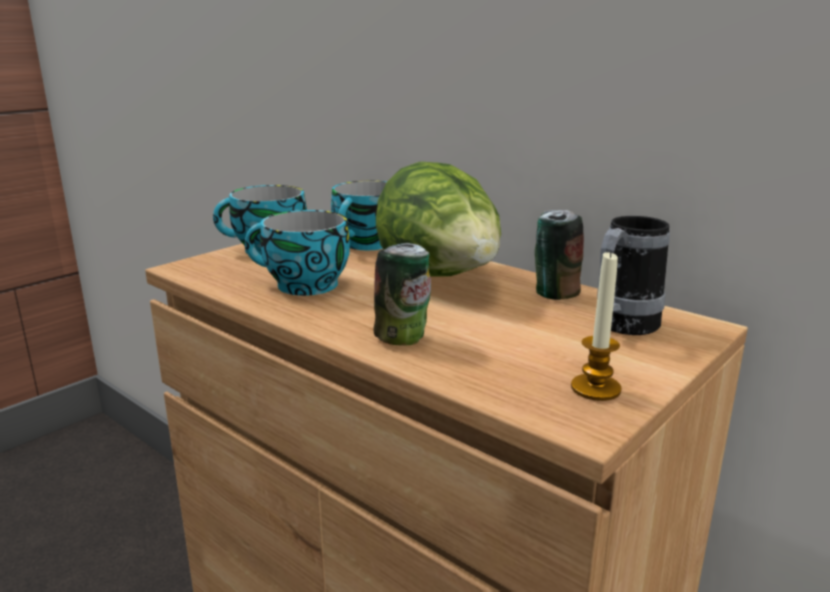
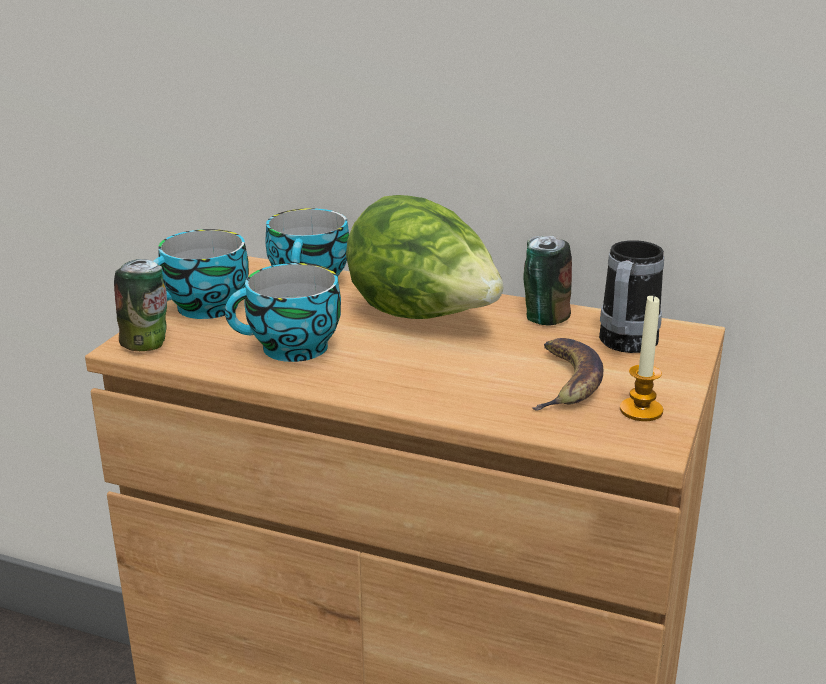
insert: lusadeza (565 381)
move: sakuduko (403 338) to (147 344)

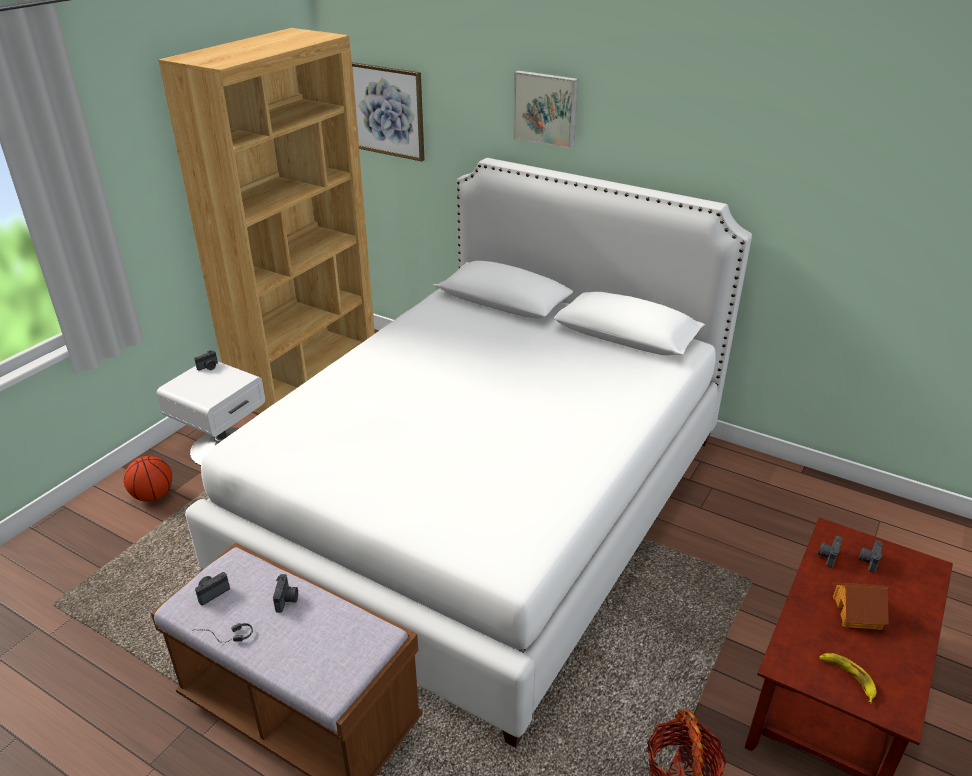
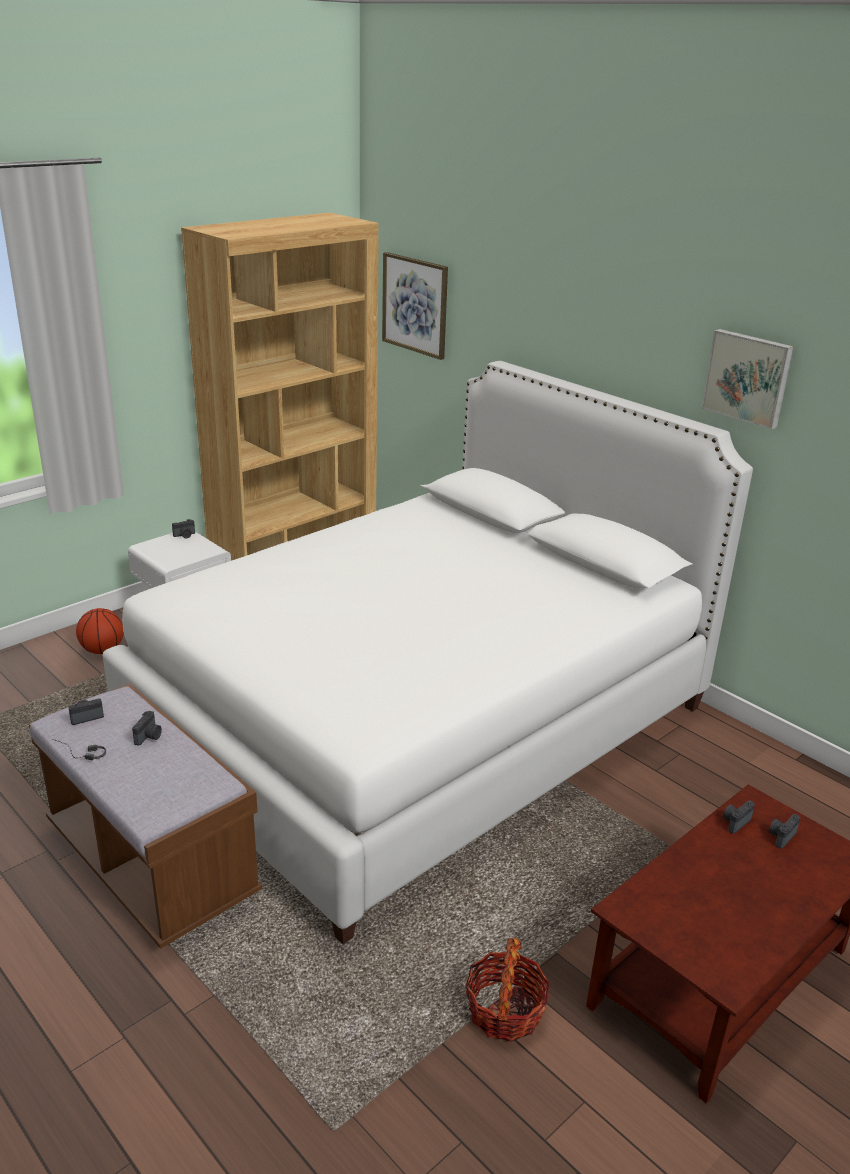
delete: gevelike (857 612); lusadeza (847 677)
move: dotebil (546 108) to (748 377)

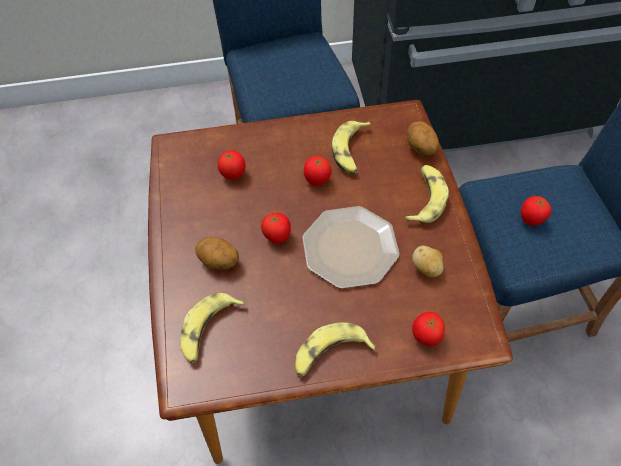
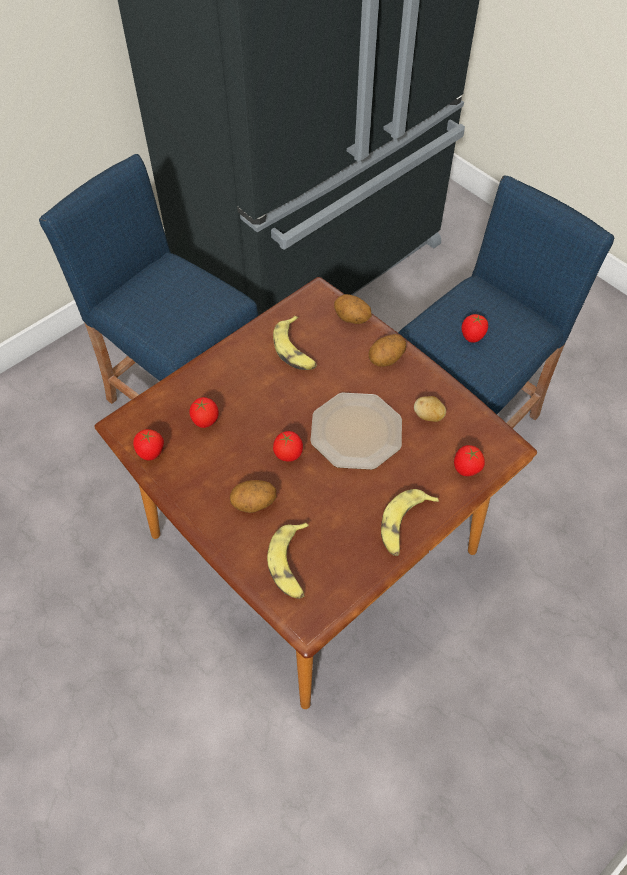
move: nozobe (317 180) to (151 454)
replace: lusadeza (425 198) to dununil (386 359)

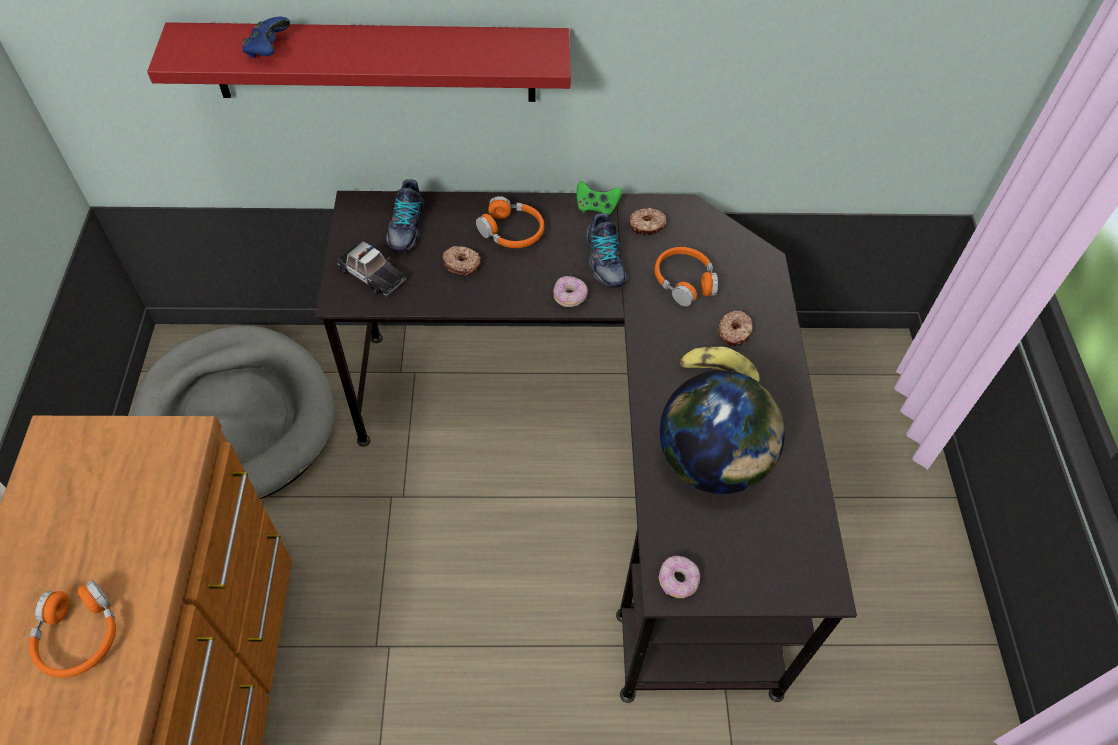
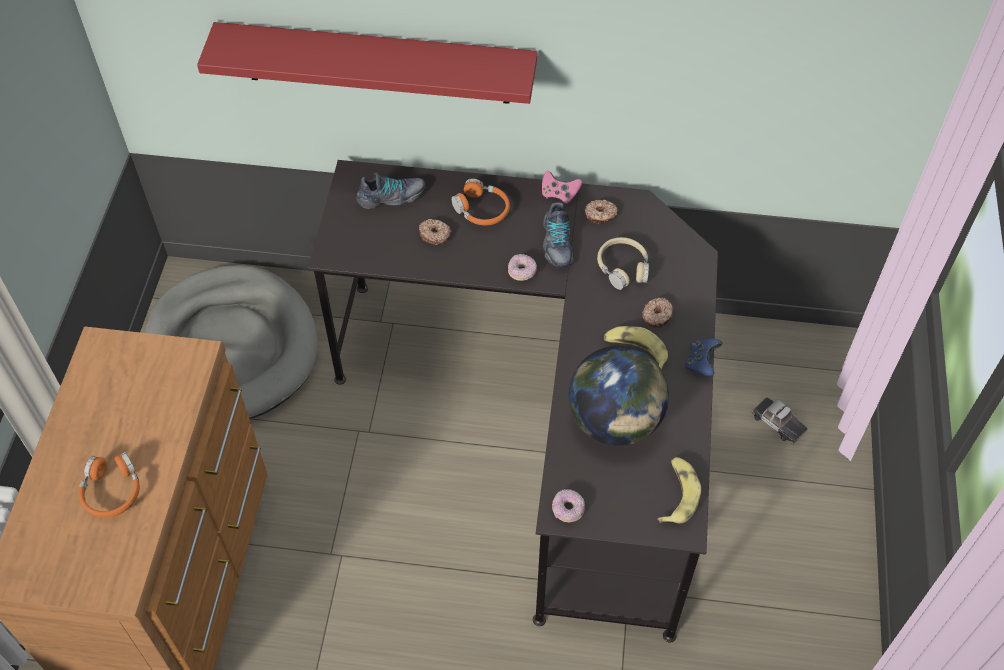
insert: lusadeza (677 494)
move: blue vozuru (268 49) to (701 362); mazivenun (371 274) to (778 423)
recolor: green vozuru (596 207) to pink vozuru (559 194); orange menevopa (684 281) to beige menevopa (623 267)
rotate: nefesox (405 227) = (392 197) 120 degrees counterclockwise

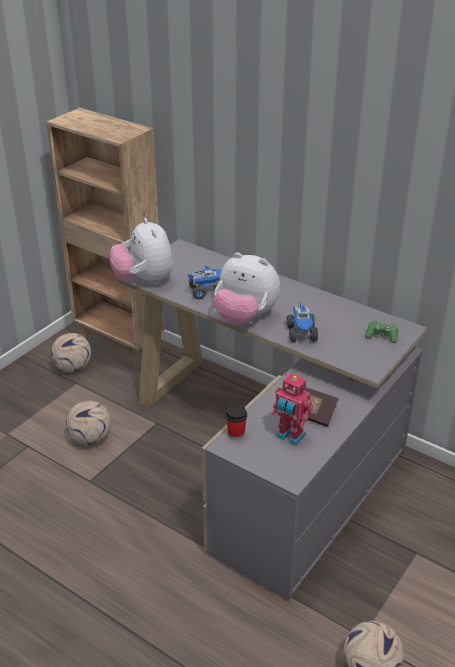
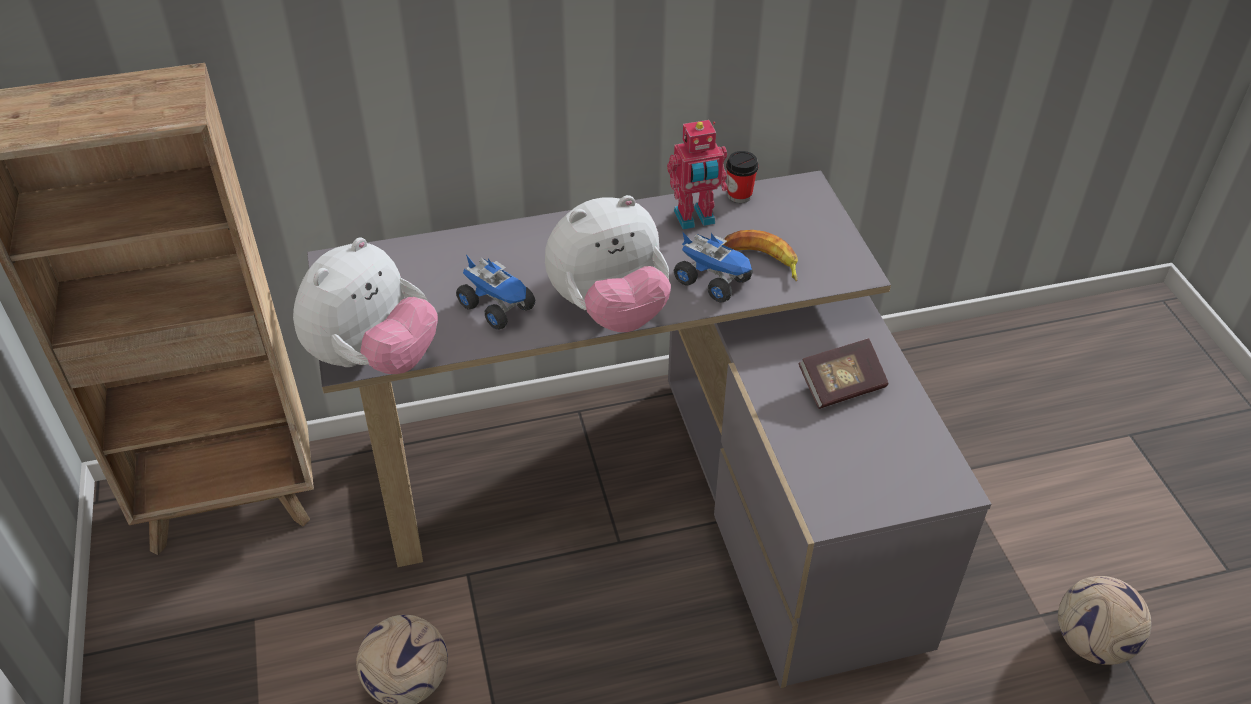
delete: green vozuru (381 336); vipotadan (72 368)
insert: lusadeza (761 260)
move: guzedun (290 436) to (695 219); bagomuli (236 433) to (739 195)
rotate: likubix (144 280) = (373 358) 75 degrees counterclockwise; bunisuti (208 291) = (498 307) 105 degrees clockwise

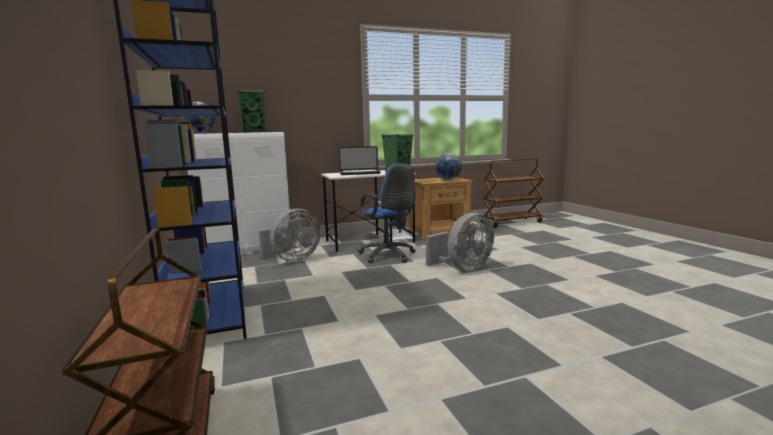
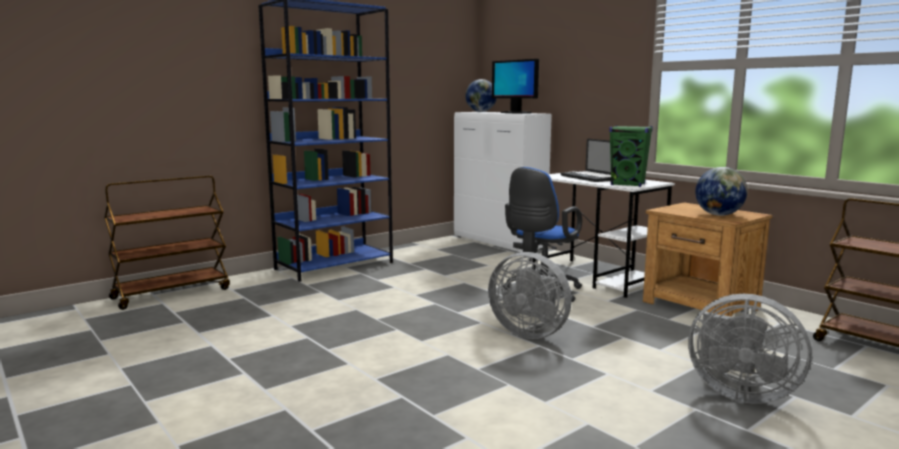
move: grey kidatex (292 259) to (738 393)
replace: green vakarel (254 132) to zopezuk (515 113)

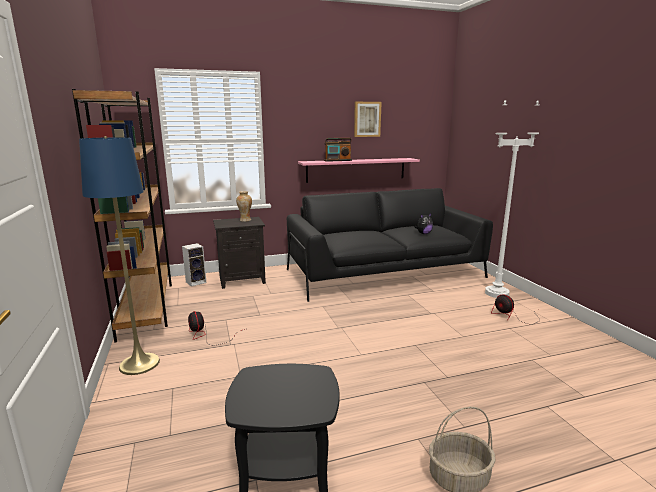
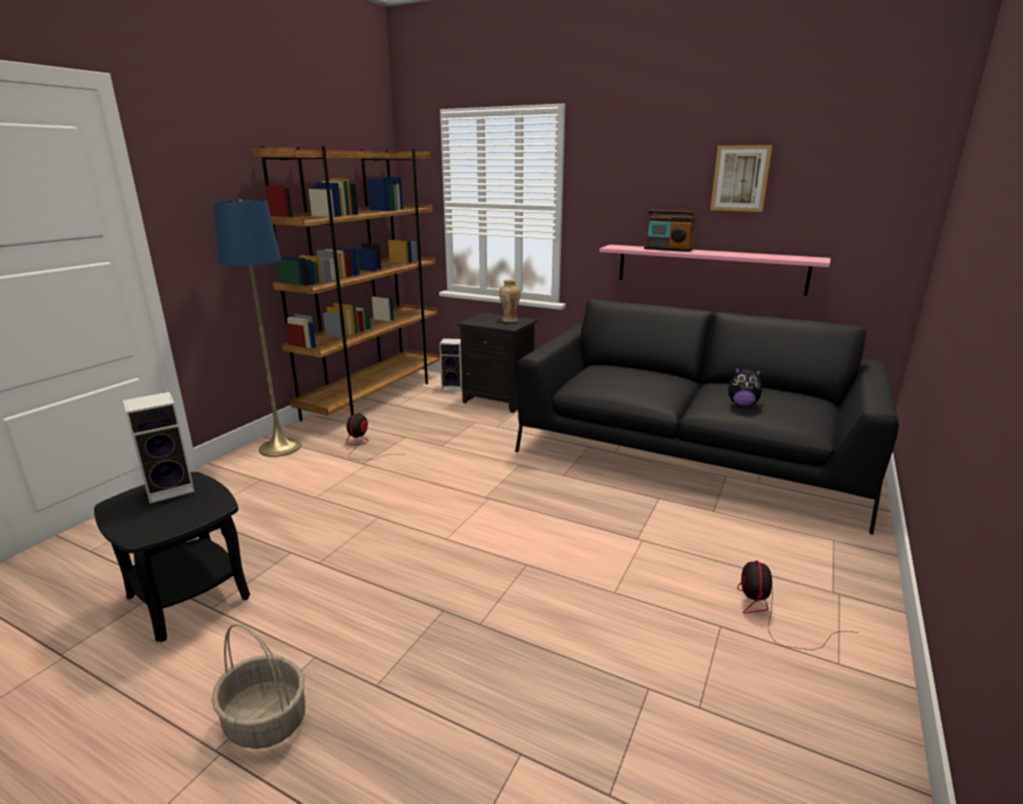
delete: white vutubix (497 293)
insert: vakarel (172 489)

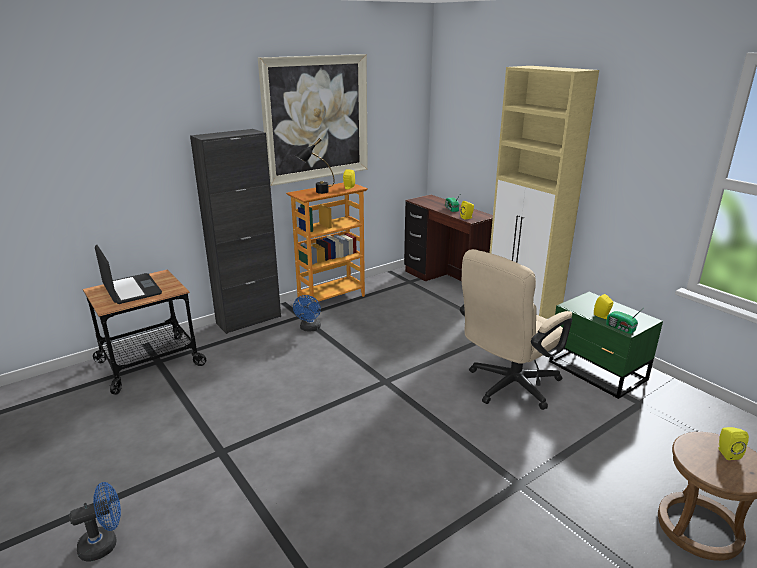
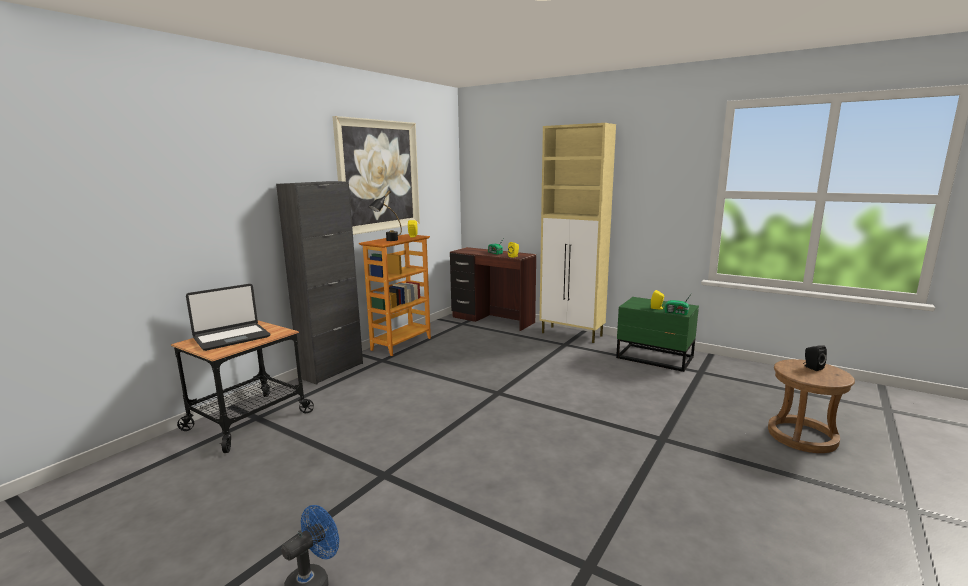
delete: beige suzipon (507 387); blue kidatex (309 329)
recolor: yellow vakarel (726 453) to black vakarel (812 367)
rotate: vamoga (131 290) = (232 338) 105 degrees clockwise

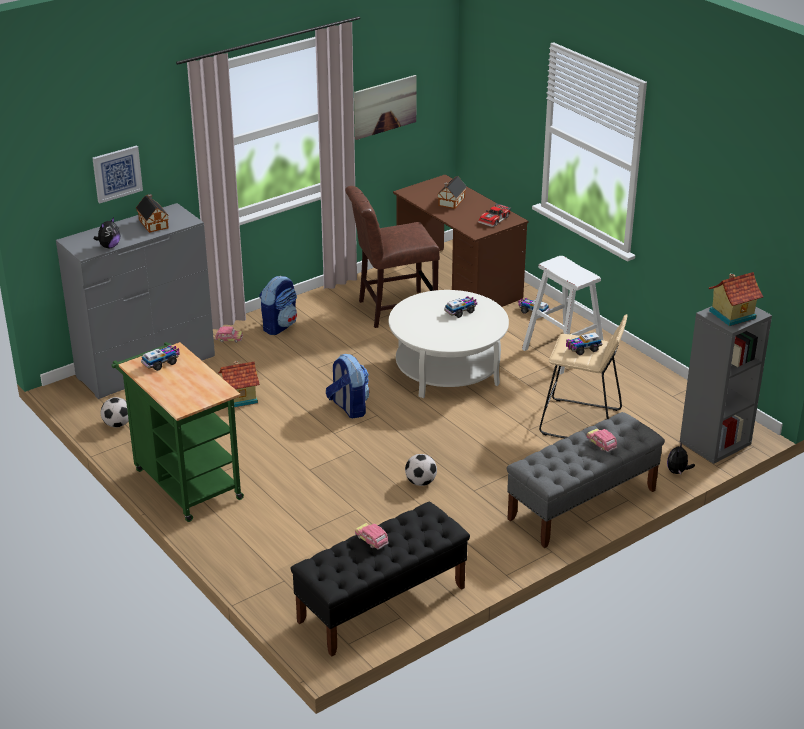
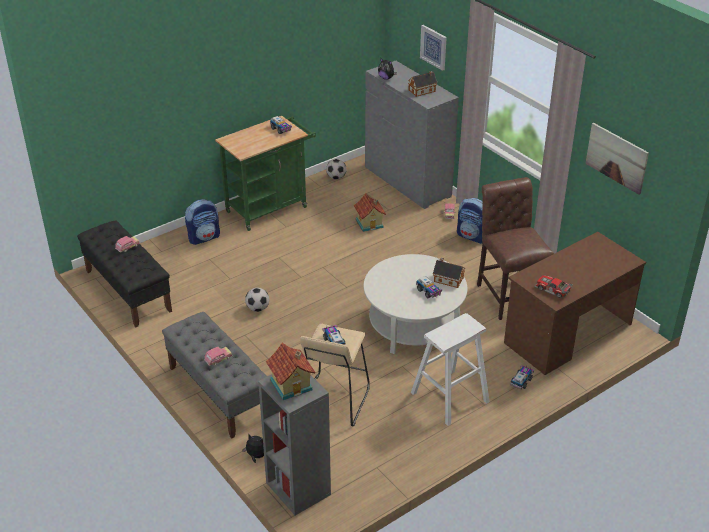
move: gevelike (450 202) to (447 279); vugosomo (348 408) to (204 237)

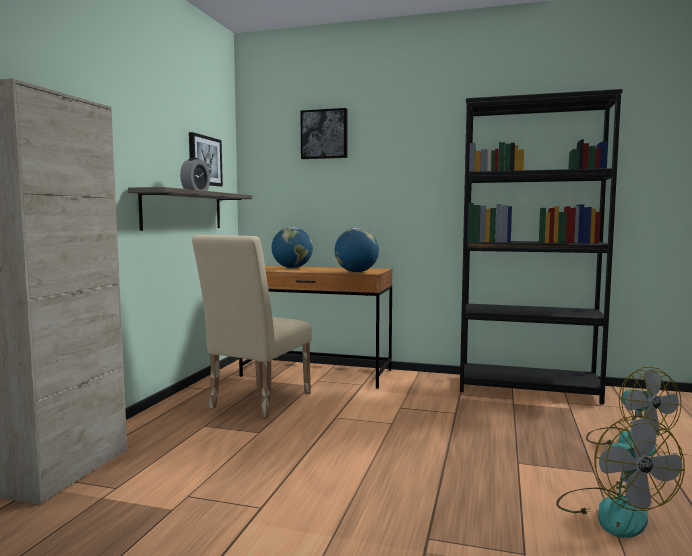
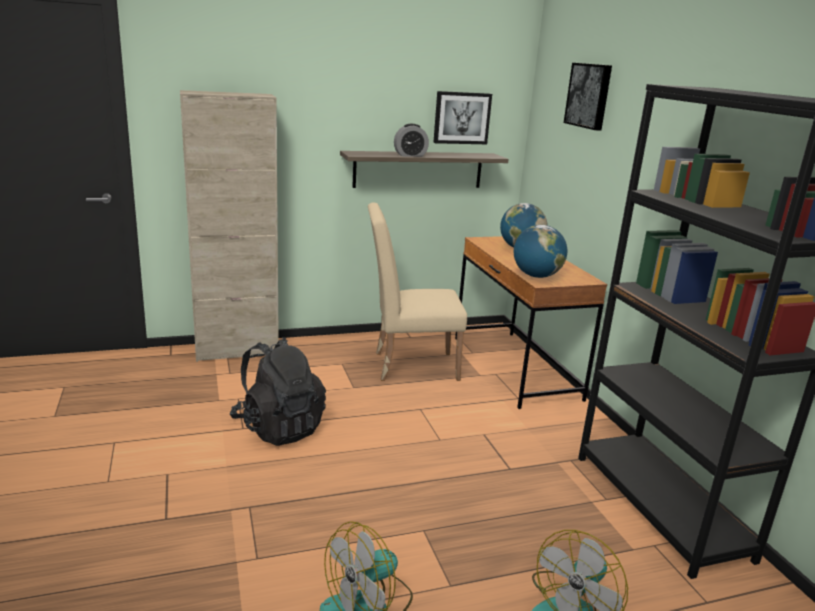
insert: black vugosomo (278 428)

